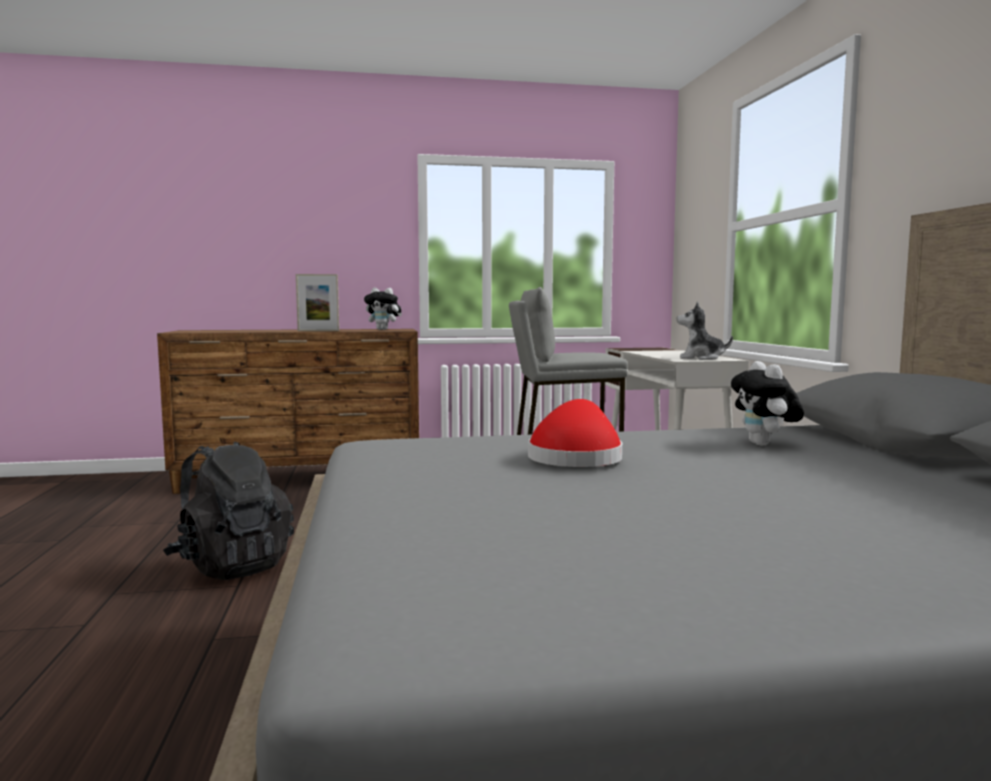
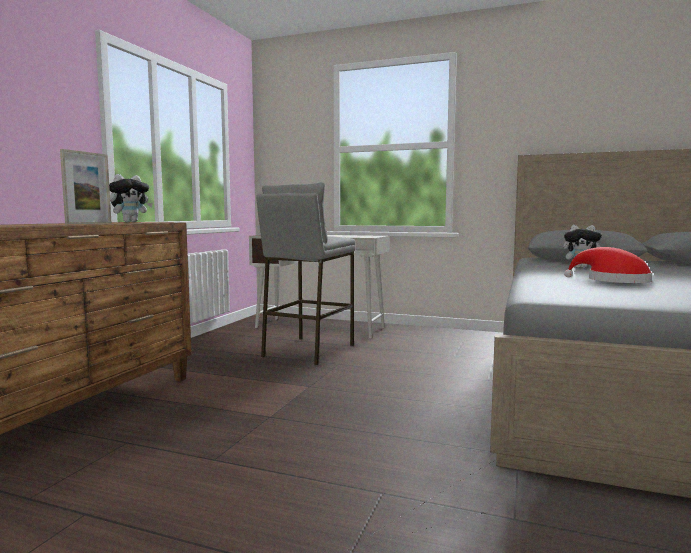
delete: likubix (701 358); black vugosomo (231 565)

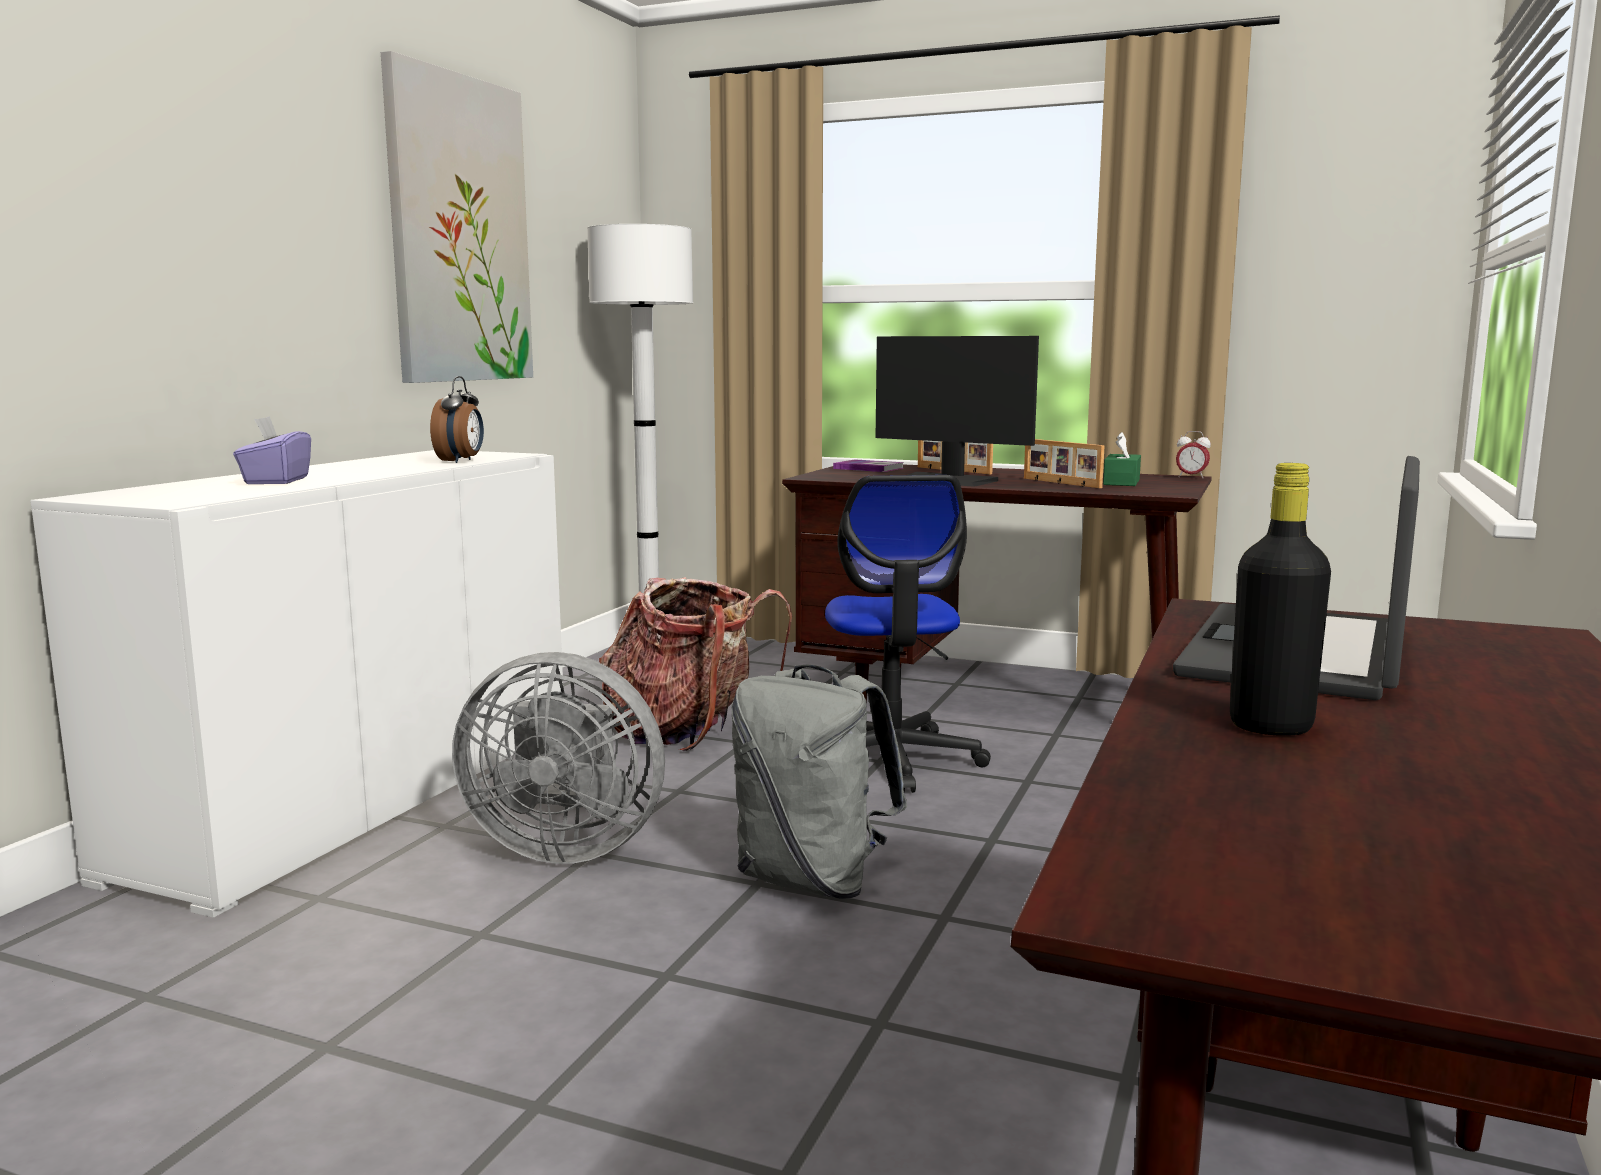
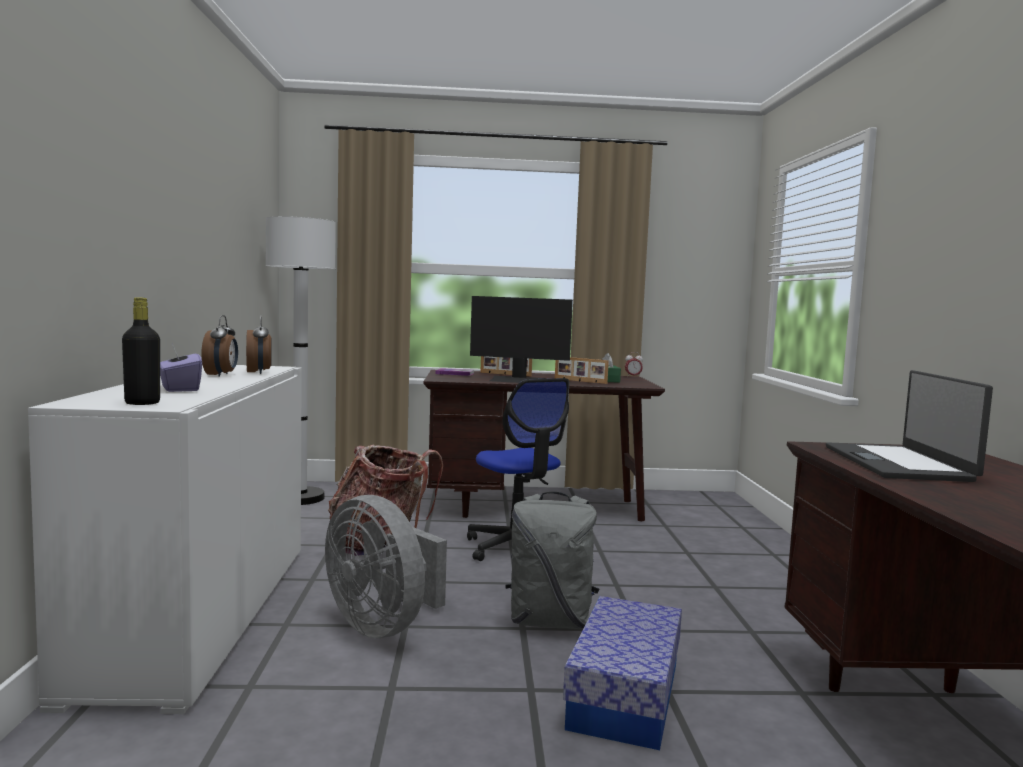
delete: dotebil (459 230)
insert: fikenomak (221 375); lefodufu (625 695)
move: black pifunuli (1270 726) to (142 403)
rotate: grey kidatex (565 847) = (383 625) 60 degrees clockwise

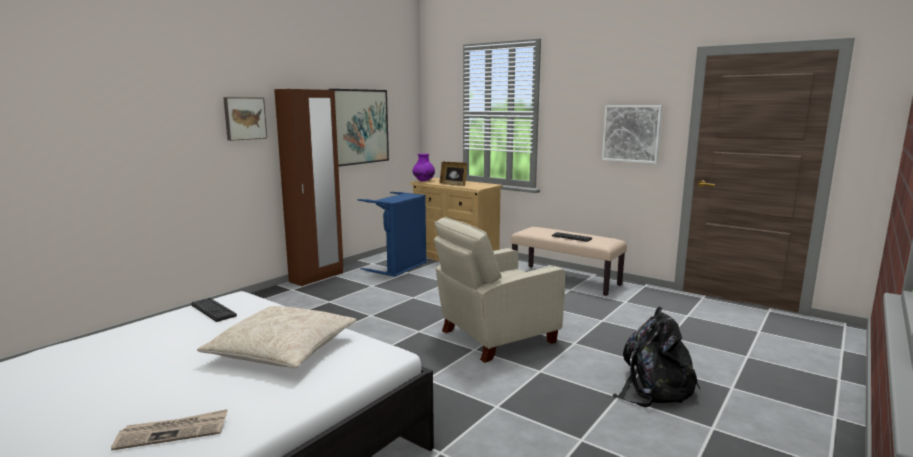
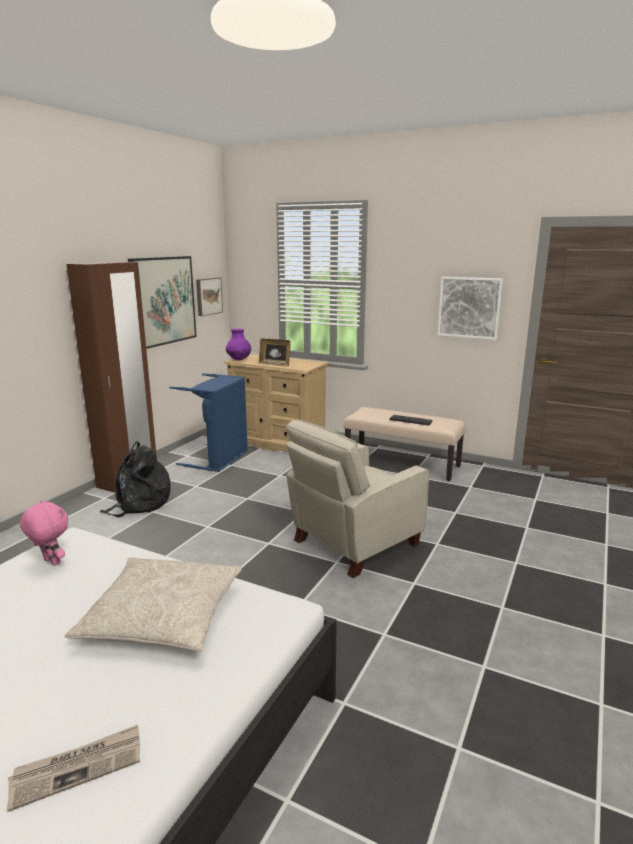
move: dotebil (244 118) to (208 296); black vugosomo (653 388) to (140 503)
replace: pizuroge (213 310) to pink likubix (50 562)

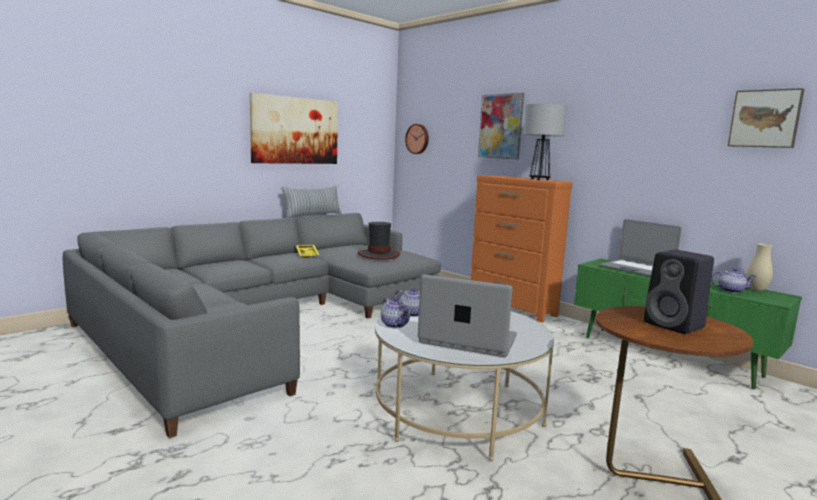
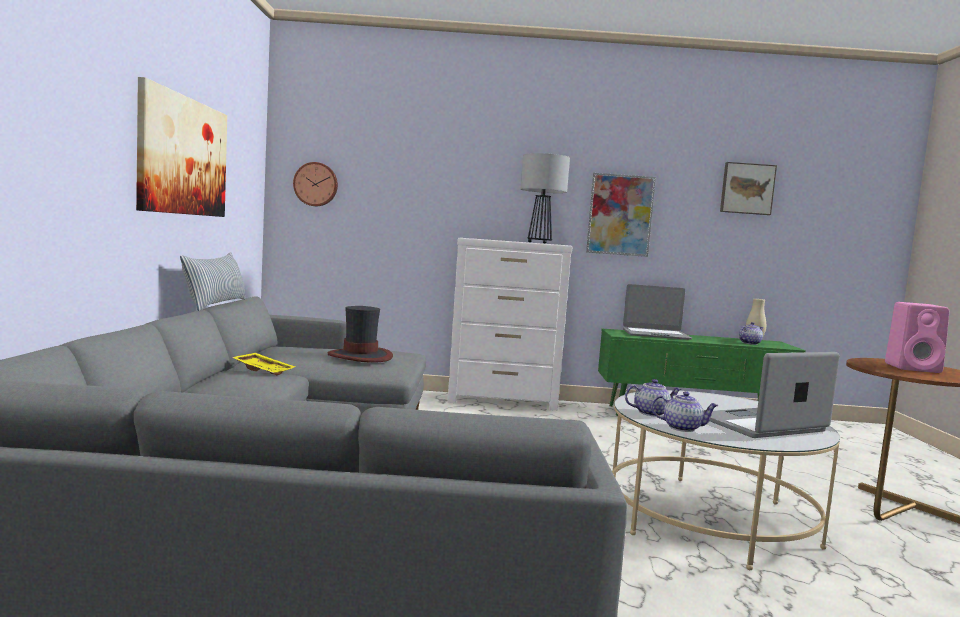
move: dotebil (500 126) to (620 215)
recolor: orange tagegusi (512 308) to white tagegusi (503 402); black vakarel (675 325) to pink vakarel (914 368)

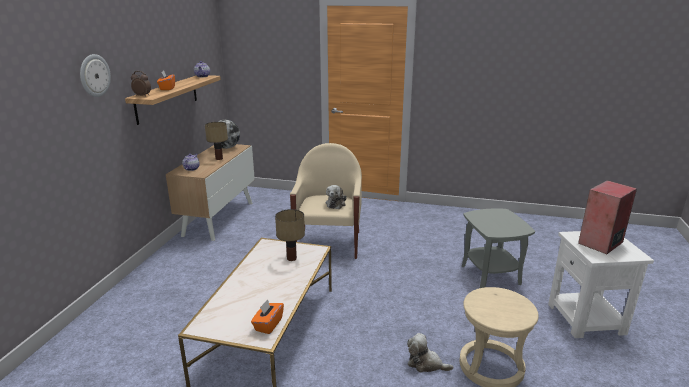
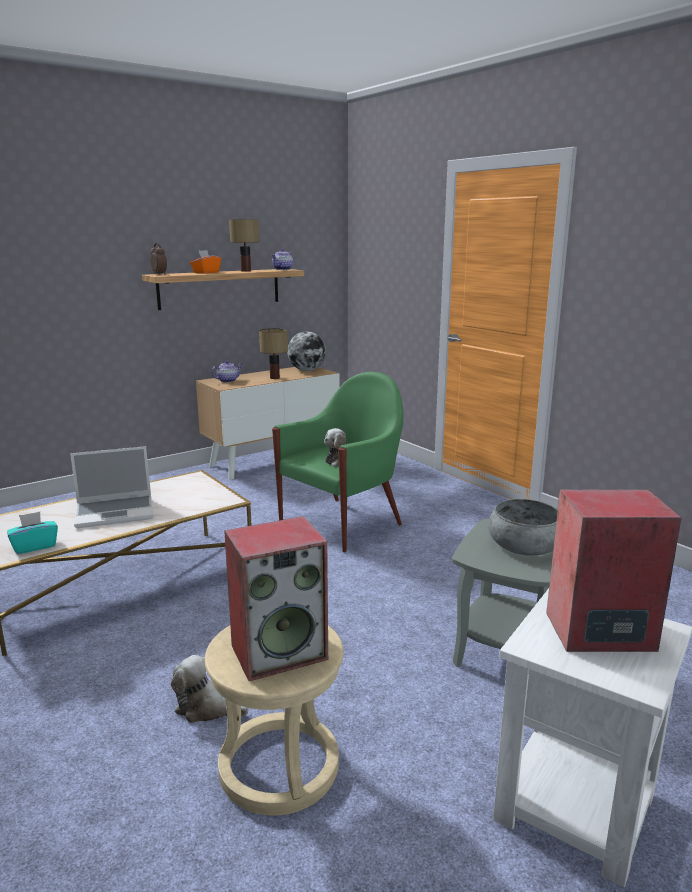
delete: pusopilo (94 75)
insert: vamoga (116 512); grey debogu (524 544); vakarel (280 651)
move: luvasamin (291 258) to (246 271)
recolor: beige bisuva (329 243) to green bisuva (342 523); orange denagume (268 325) to turquoise denagume (35 546)
rotate: likubix (425 363) = (206 708) 45 degrees counterclockwise

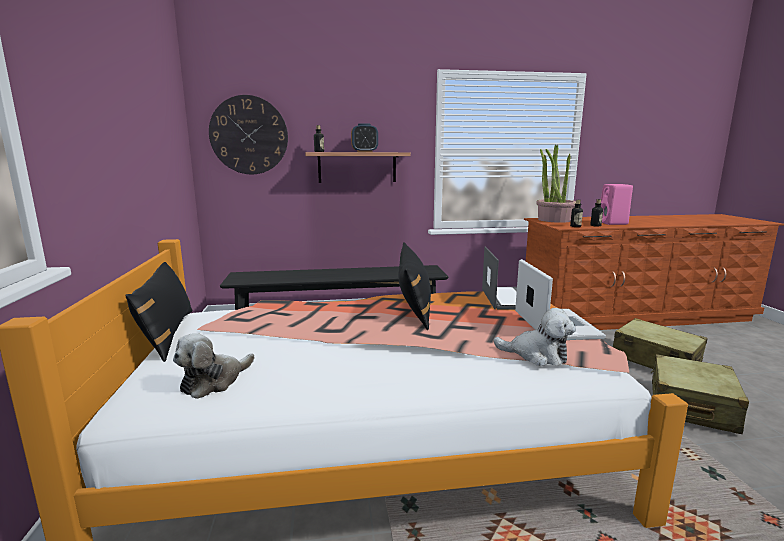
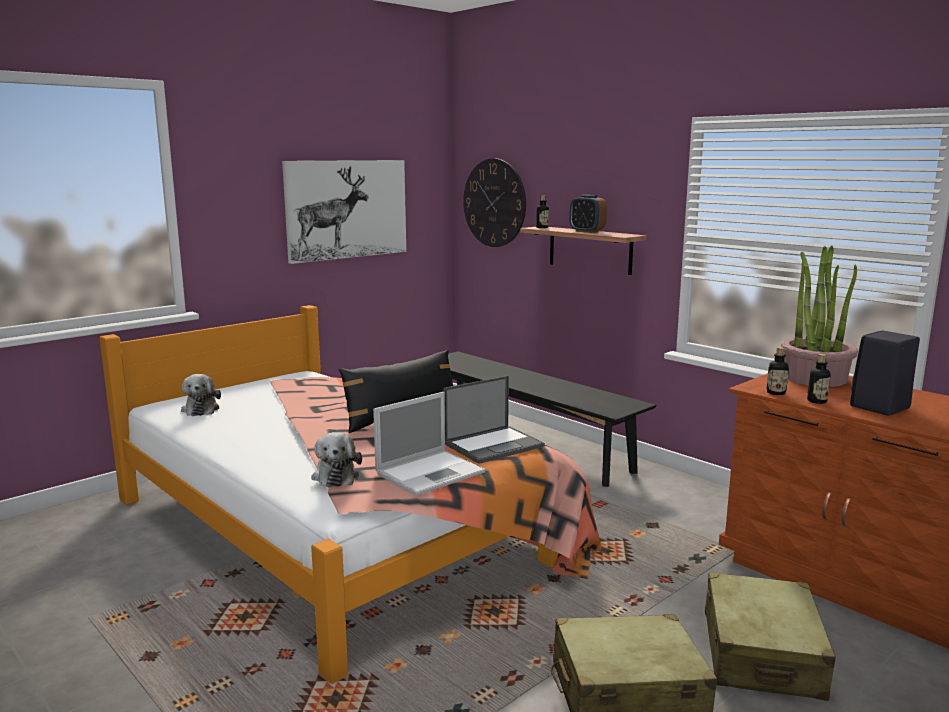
delete: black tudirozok (167 334)
insert: dotebil (347 209)
recolor: pink vakarel (613 223) to black vakarel (879 408)
rotate: likubix (214 381) = (201 409) 105 degrees counterclockwise

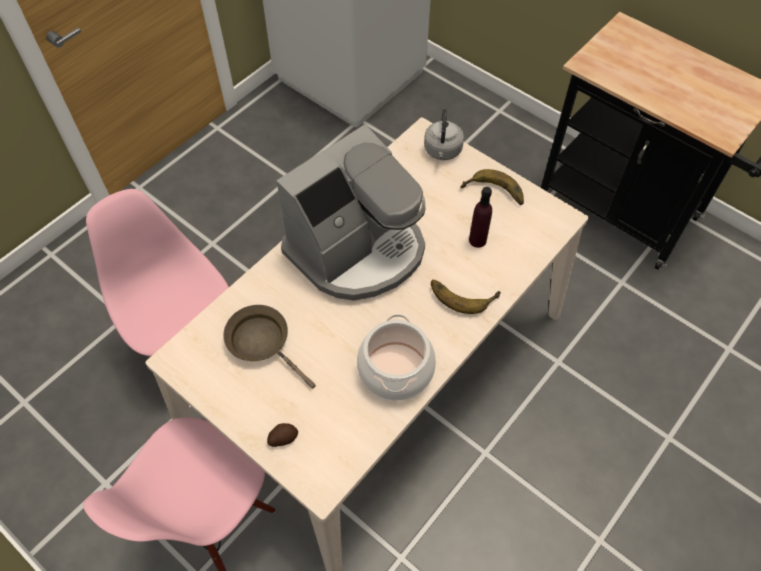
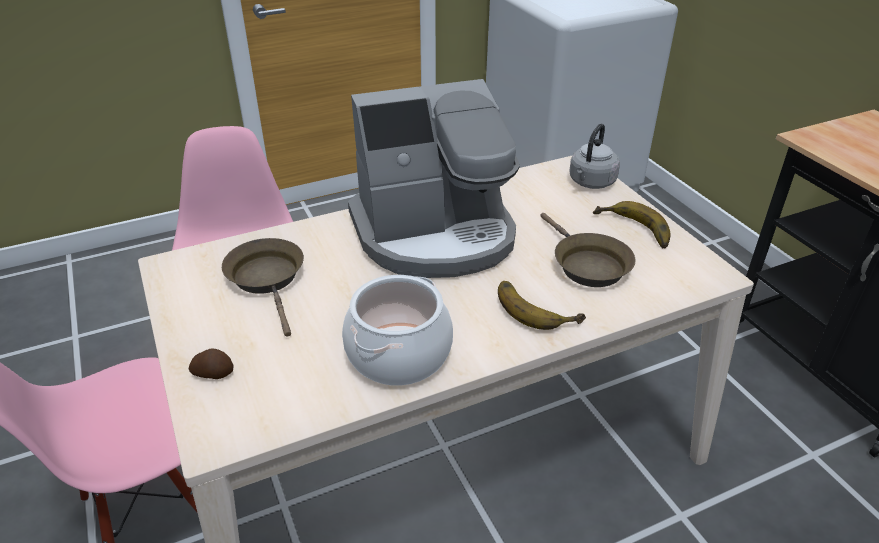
replace: purple pifunuli (477 240) to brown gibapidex (587 264)

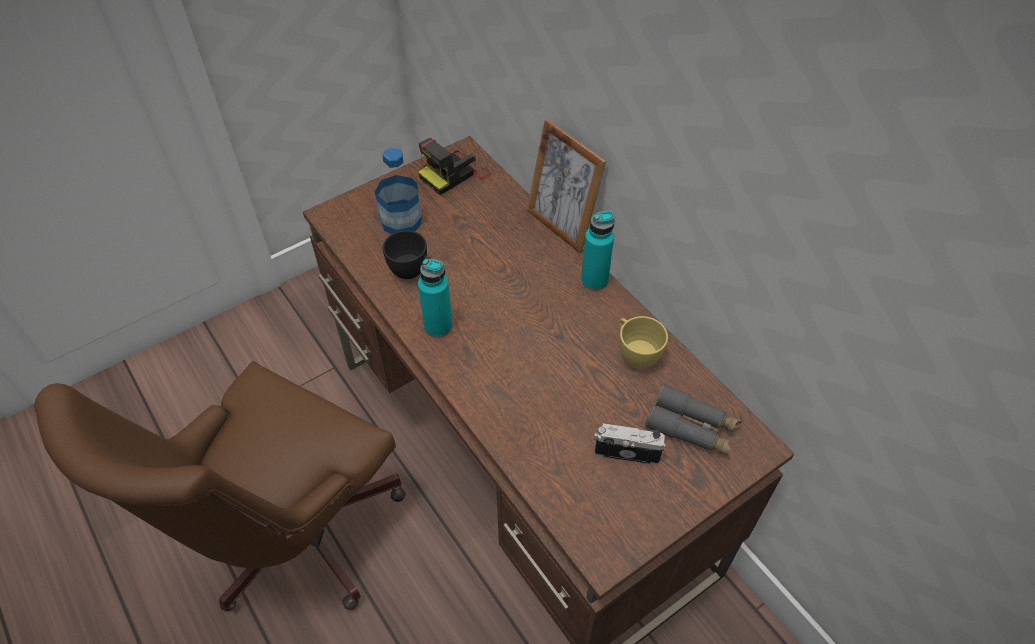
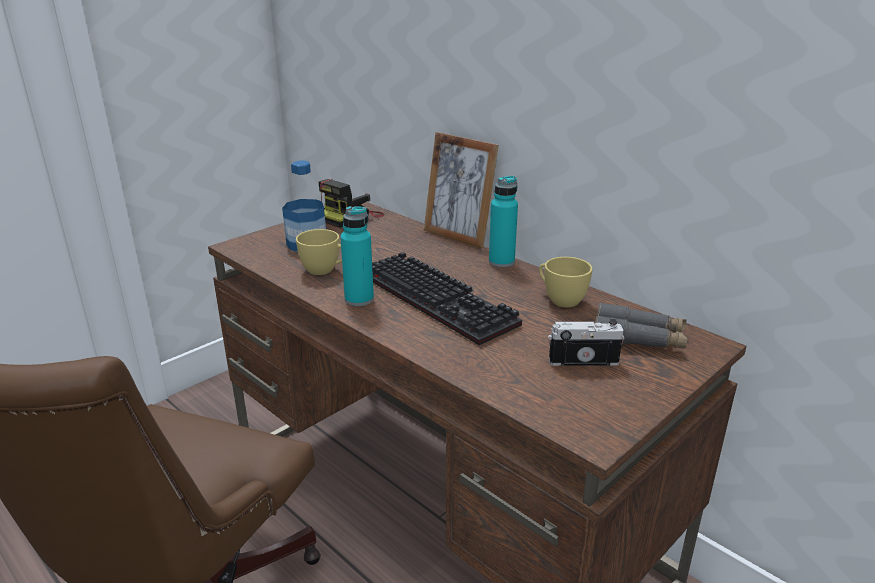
insert: pizuroge (441 300)
recolor: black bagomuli (413 272) to yellow bagomuli (325 270)

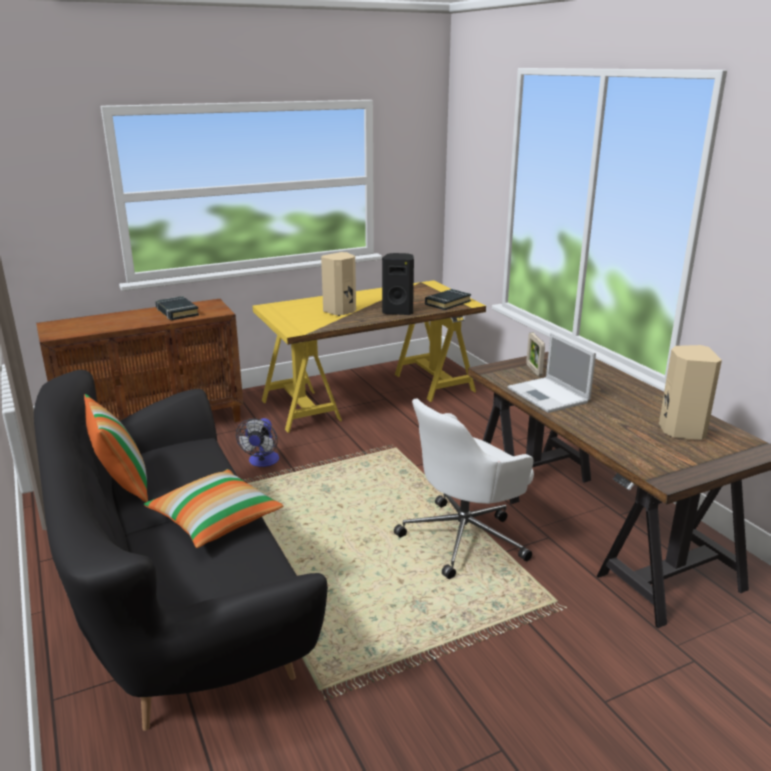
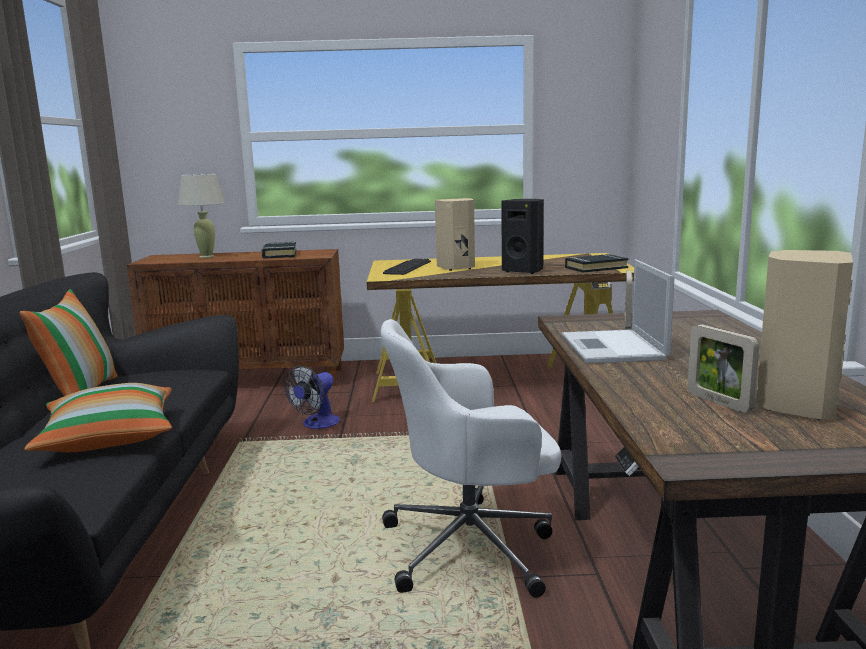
insert: beige luvasamin (207 256); pizuroge (407 268); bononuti (718 402)

